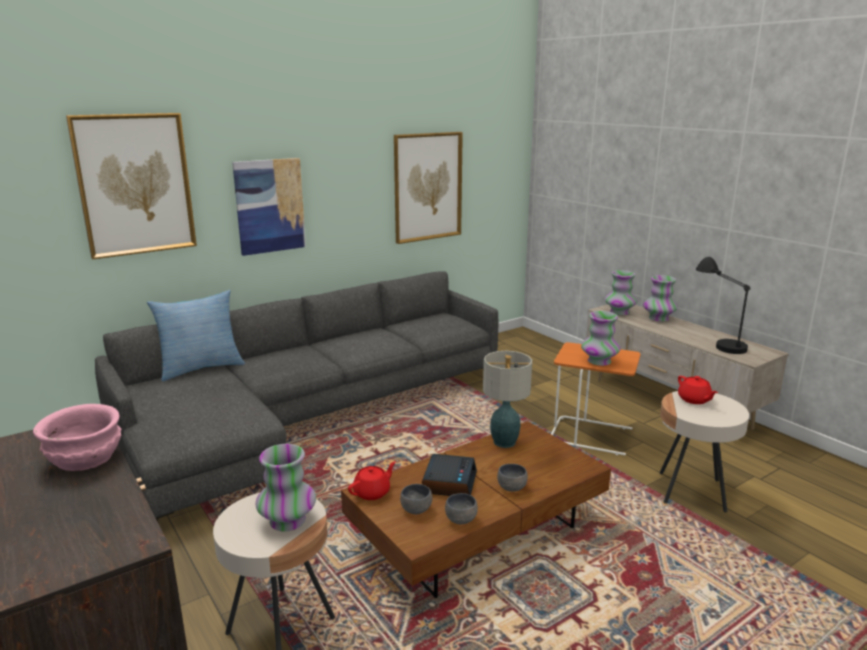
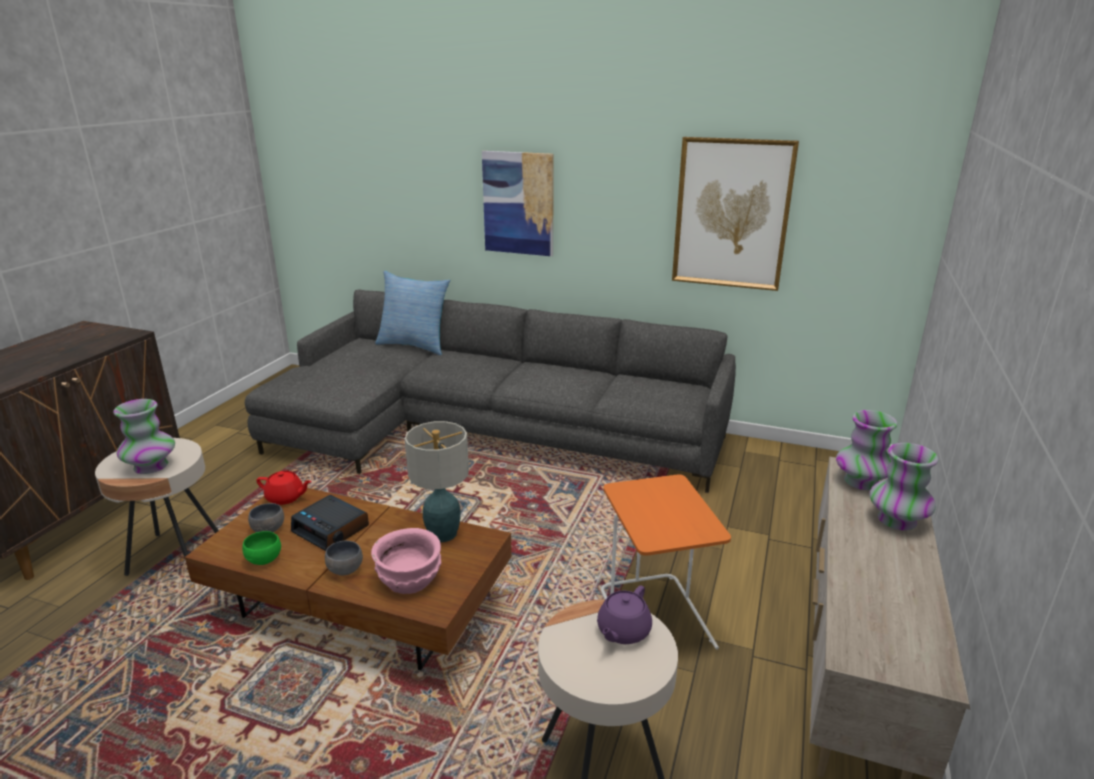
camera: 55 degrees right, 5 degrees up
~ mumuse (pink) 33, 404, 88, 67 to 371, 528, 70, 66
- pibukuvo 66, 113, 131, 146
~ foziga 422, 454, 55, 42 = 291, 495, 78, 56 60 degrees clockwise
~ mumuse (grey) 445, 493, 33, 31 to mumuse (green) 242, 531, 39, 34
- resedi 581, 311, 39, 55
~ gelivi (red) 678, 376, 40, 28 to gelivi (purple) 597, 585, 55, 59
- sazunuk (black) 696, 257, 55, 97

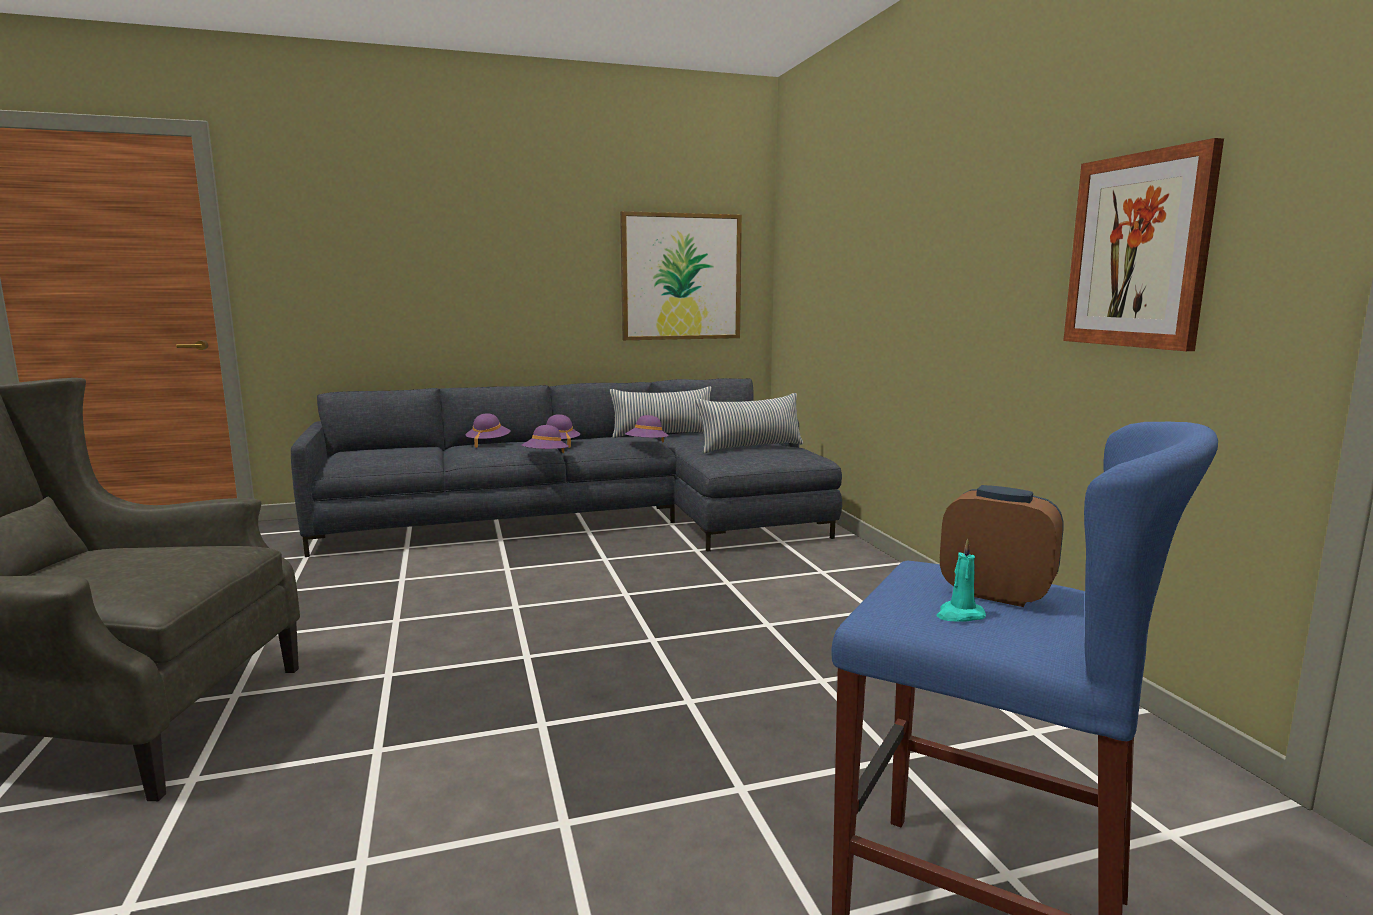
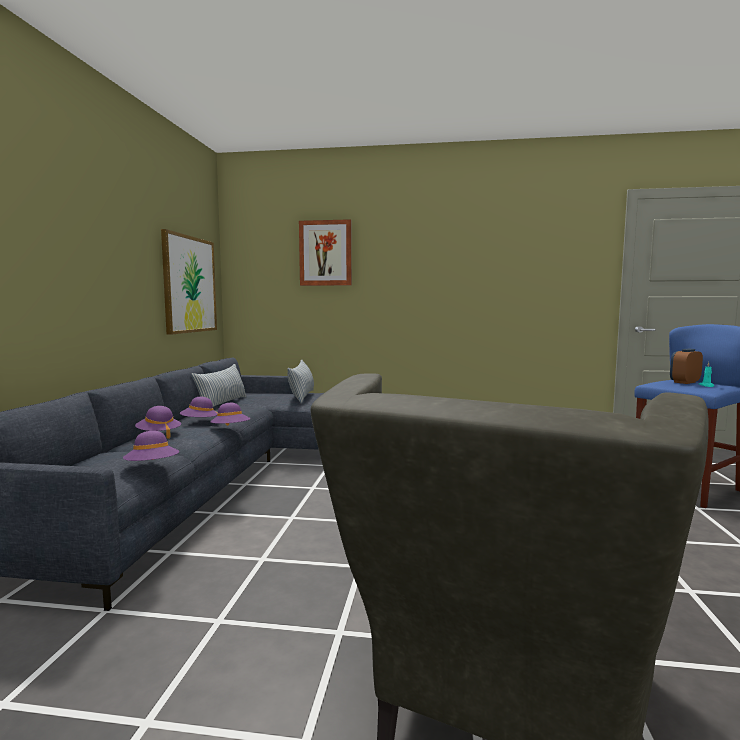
camera: 65 degrees left, 5 degrees down
~ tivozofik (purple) 625, 415, 44, 28 to 123, 431, 56, 30
~ pibukuvo 1063, 138, 161, 213 to 299, 219, 53, 67

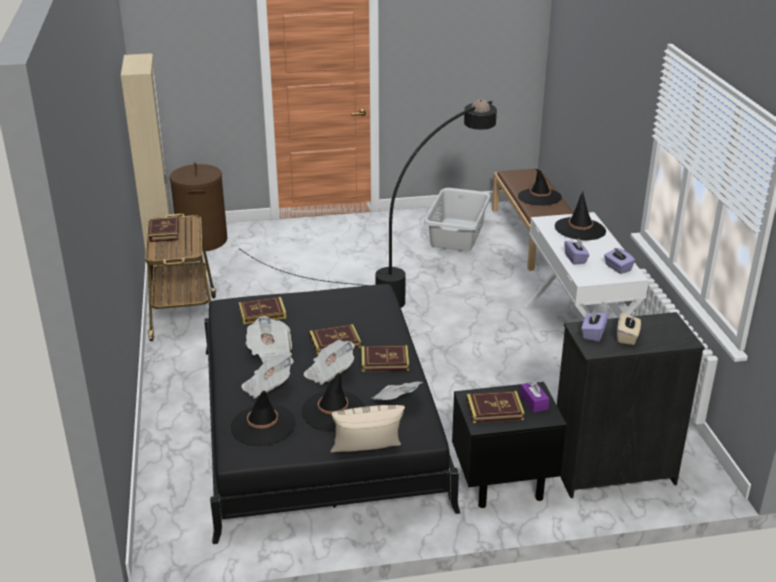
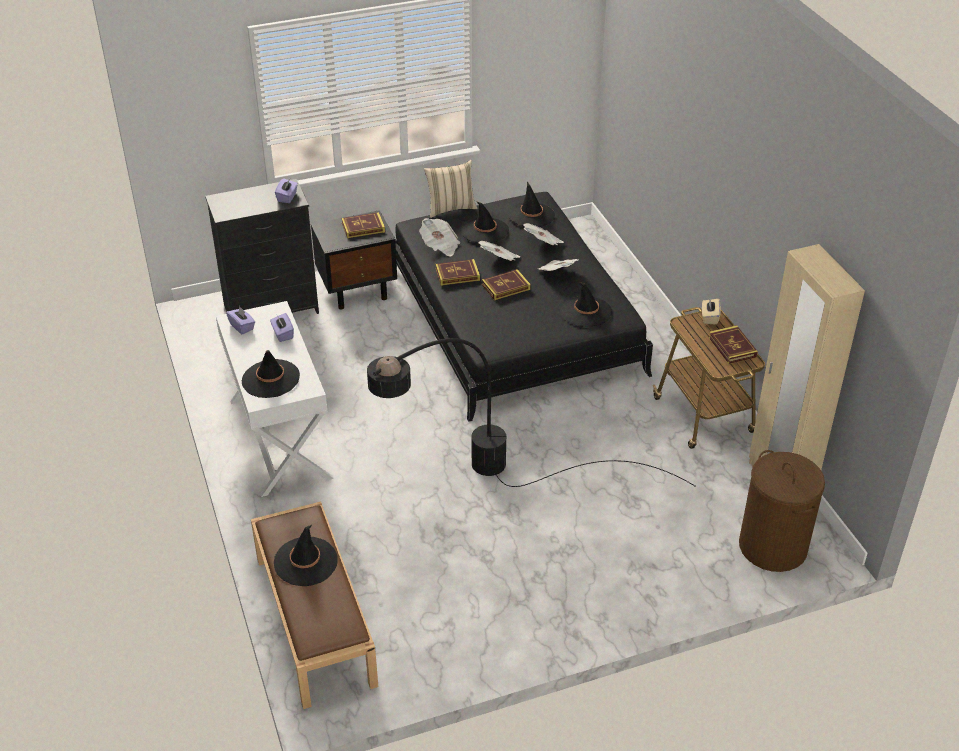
camera: 170 degrees right, 10 degrees up
~ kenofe 238, 297, 49, 27 to tivozofik (black) 560, 282, 52, 45
- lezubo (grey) 424, 188, 67, 63
- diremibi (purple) 520, 380, 29, 33
~ diremibi (beige) 617, 313, 24, 32 to 702, 299, 19, 26

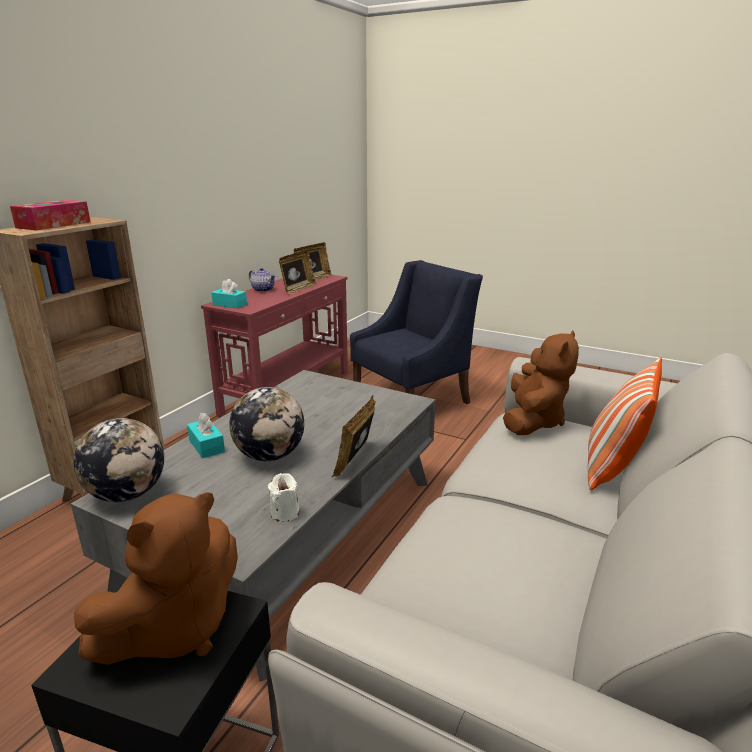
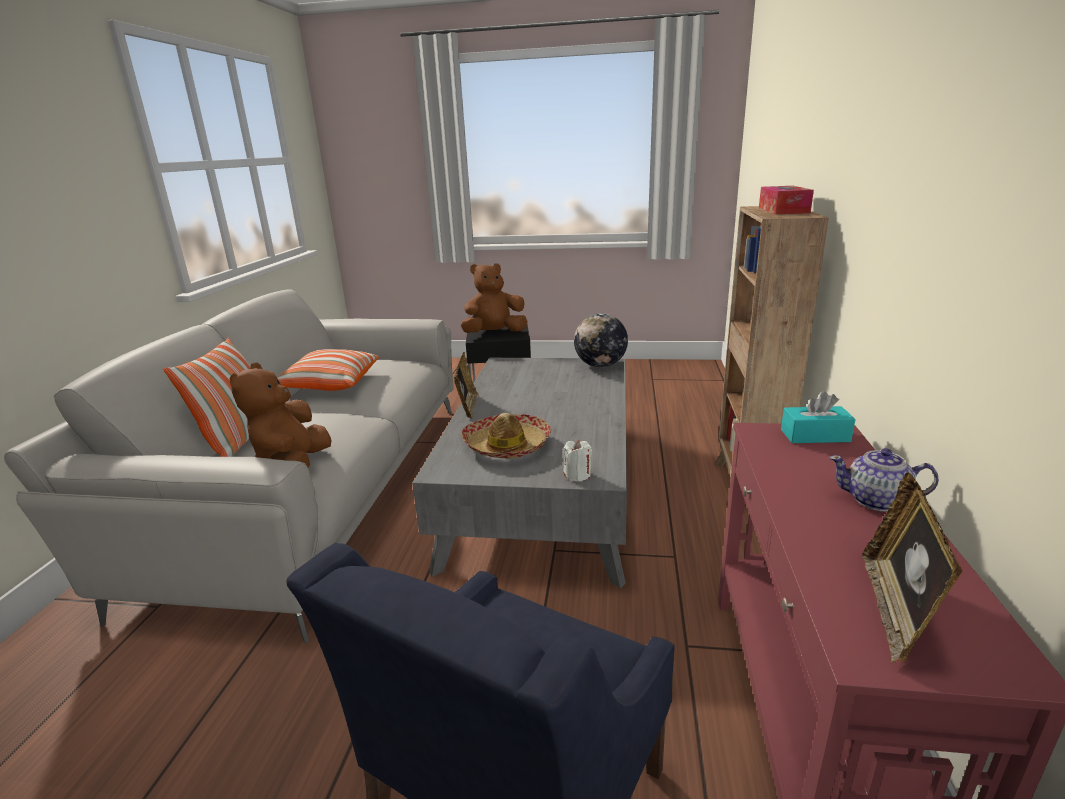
camera: 160 degrees right, 0 degrees up
~ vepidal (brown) 74, 492, 164, 173 = 461, 263, 67, 70 45 degrees clockwise
- diremibi (turquoise) 187, 413, 38, 45
- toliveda 229, 387, 75, 74
~ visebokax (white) 268, 473, 31, 49 to 563, 440, 29, 42
- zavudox 279, 250, 37, 44
+ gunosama 277, 349, 102, 42
+ tivozofik 461, 413, 91, 45

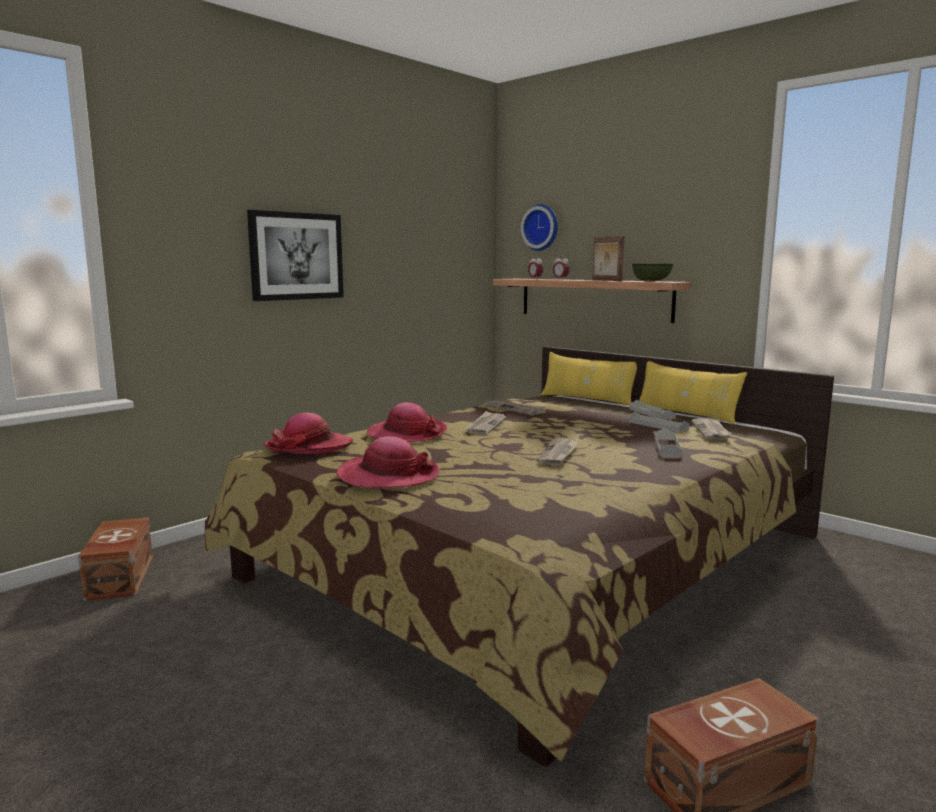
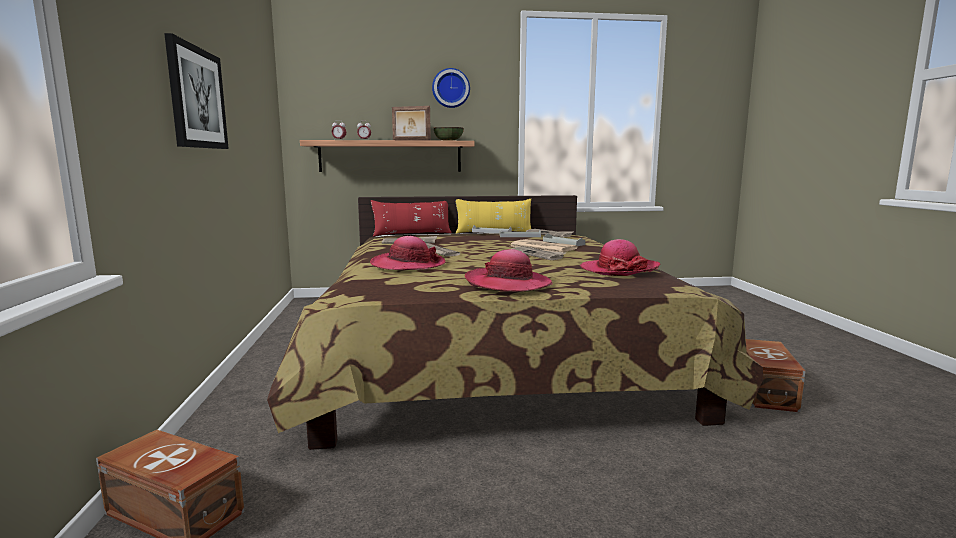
camera: 50 degrees left, 0 degrees up
~ tivozofik 264, 413, 89, 41 to 580, 239, 80, 37
~ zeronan 521, 204, 37, 47 to 432, 68, 38, 40
~ gunosama (yellow) 541, 352, 96, 54 to gunosama (red) 371, 200, 80, 37
+ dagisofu 511, 239, 67, 13

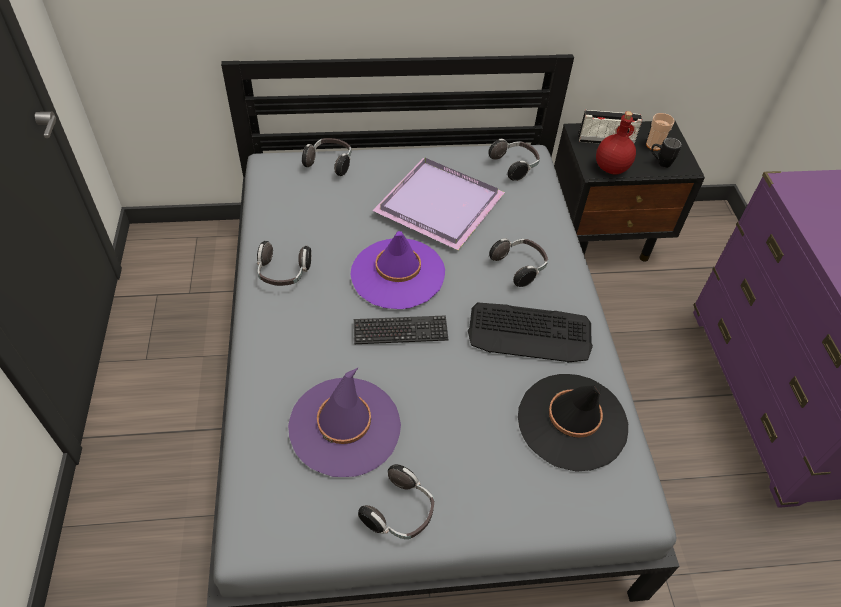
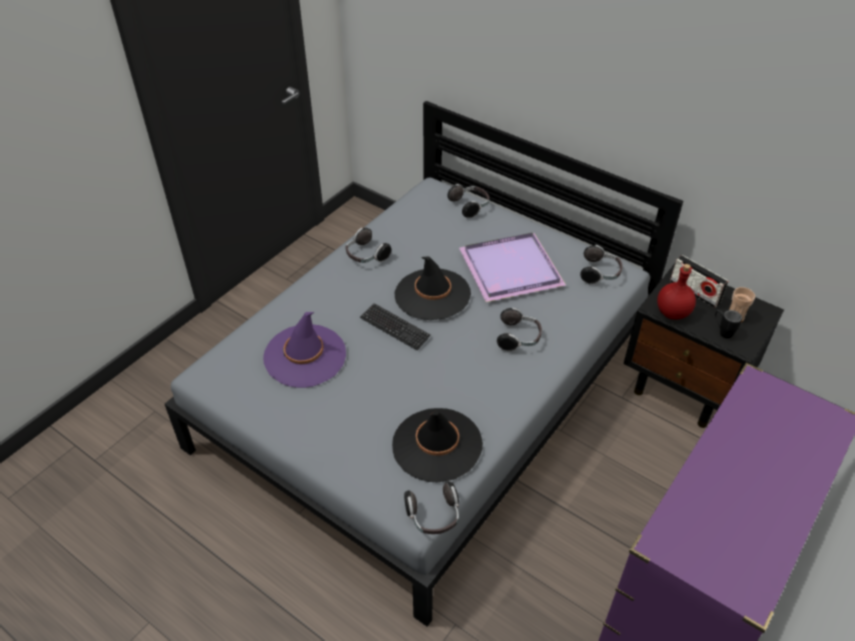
camera: 45 degrees right, 5 degrees down
~ tivozofik (purple) 350, 231, 95, 78 to tivozofik (black) 395, 256, 76, 64
~ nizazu 358, 464, 76, 75 to 404, 481, 55, 53
- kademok 468, 303, 125, 59

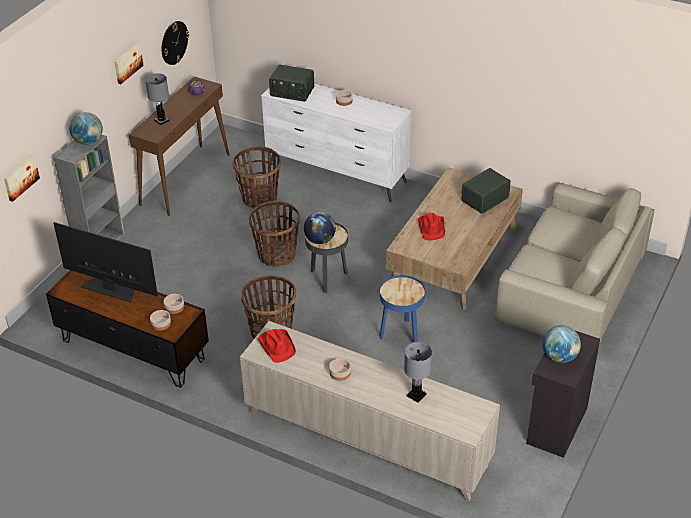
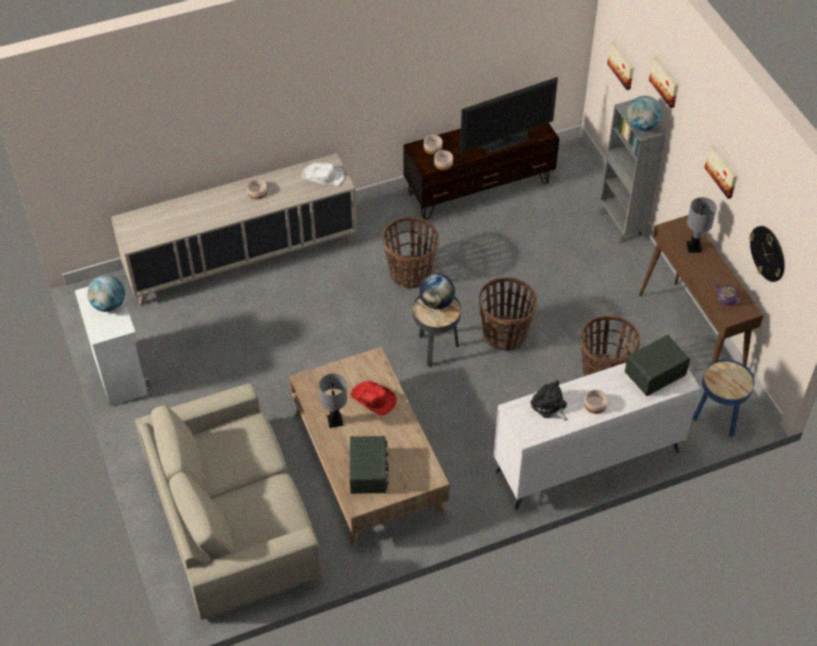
camera: 130 degrees right, 10 degrees up
~ tivozofik (red) 257, 329, 39, 34 to tivozofik (white) 302, 163, 42, 23
~ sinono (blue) 379, 275, 46, 67 to 693, 359, 61, 78
~ sazunuk (grey) 404, 342, 28, 61 to 319, 374, 28, 54
~ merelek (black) 527, 331, 73, 127 to merelek (white) 75, 287, 76, 119
+ vepidal 530, 380, 38, 41
+ pibukuvo 649, 57, 30, 51

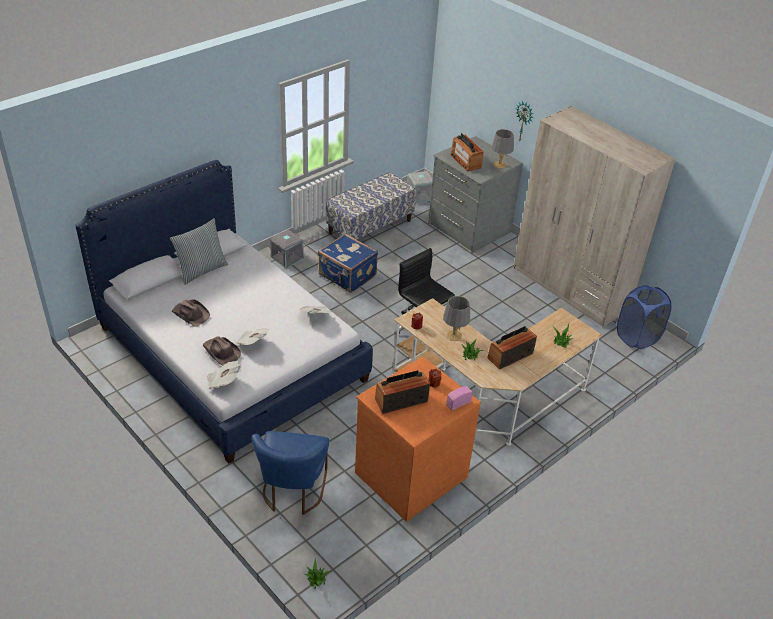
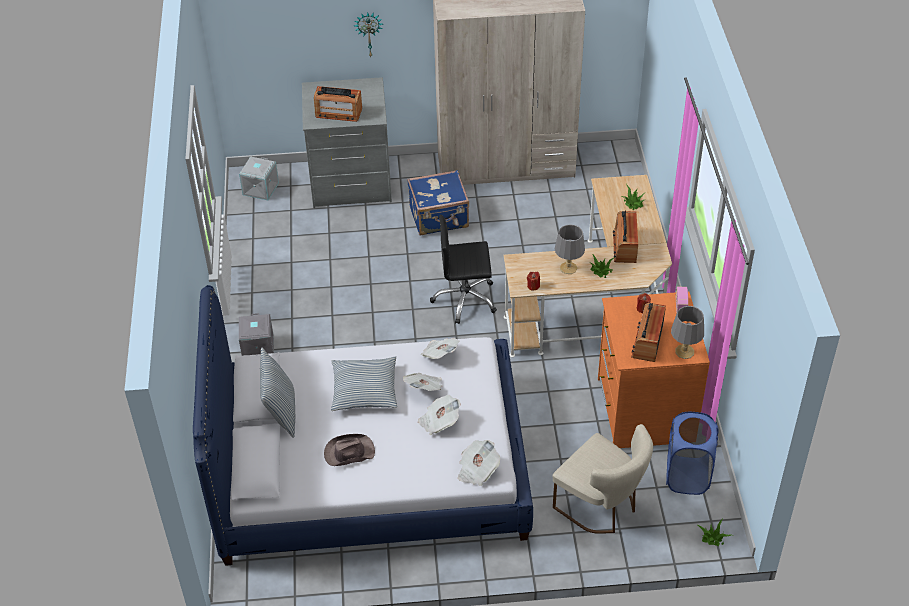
camera: 50 degrees left, 5 degrees up
- tivozofik (brown) 202, 336, 39, 30
~ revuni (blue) 251, 431, 78, 84 to revuni (beige) 553, 424, 100, 110
~ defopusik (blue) 318, 233, 60, 60 to 407, 170, 62, 66
- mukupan 326, 172, 90, 67
~ sazunuk (grey) 491, 129, 23, 40 to 671, 306, 33, 53
~ lezubo (blue) 617, 285, 54, 64 to 666, 412, 52, 83
+ gunosama 331, 356, 66, 55
+ dagisofu 403, 373, 39, 18

